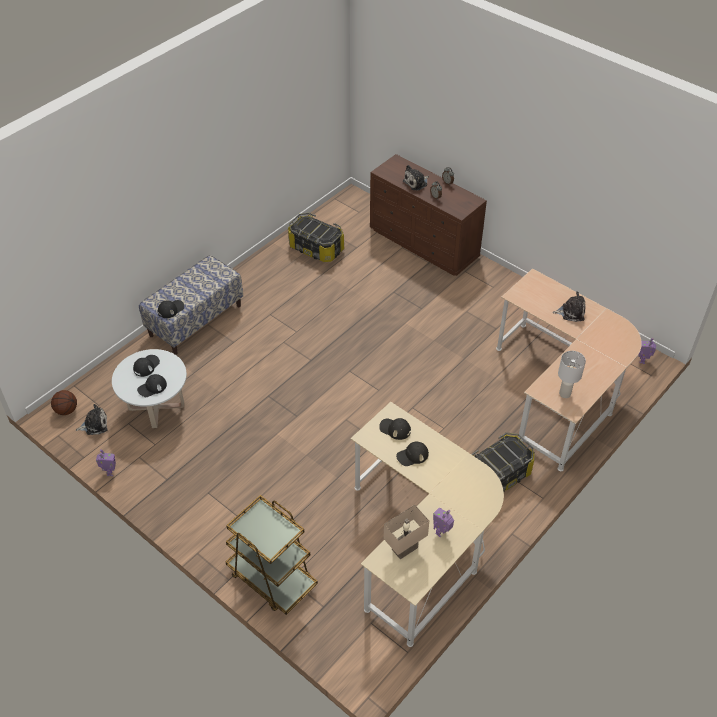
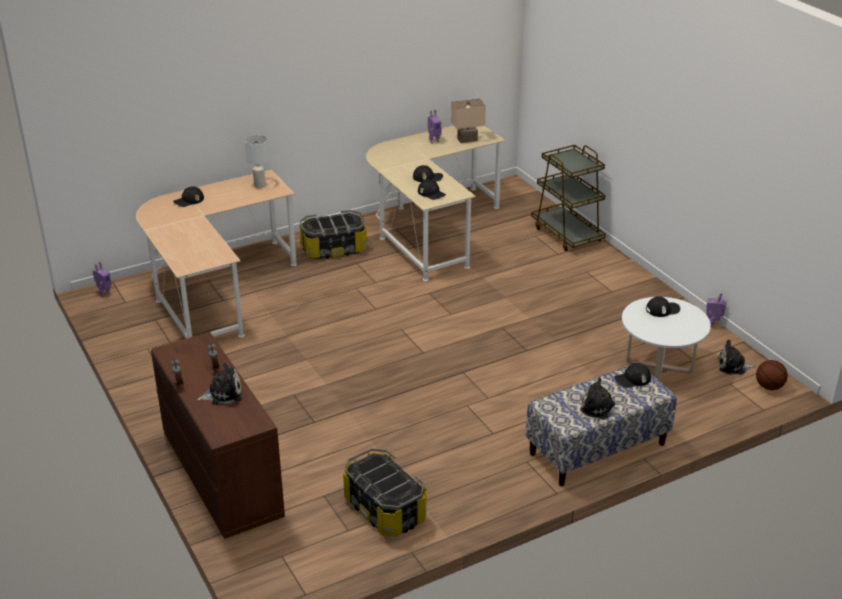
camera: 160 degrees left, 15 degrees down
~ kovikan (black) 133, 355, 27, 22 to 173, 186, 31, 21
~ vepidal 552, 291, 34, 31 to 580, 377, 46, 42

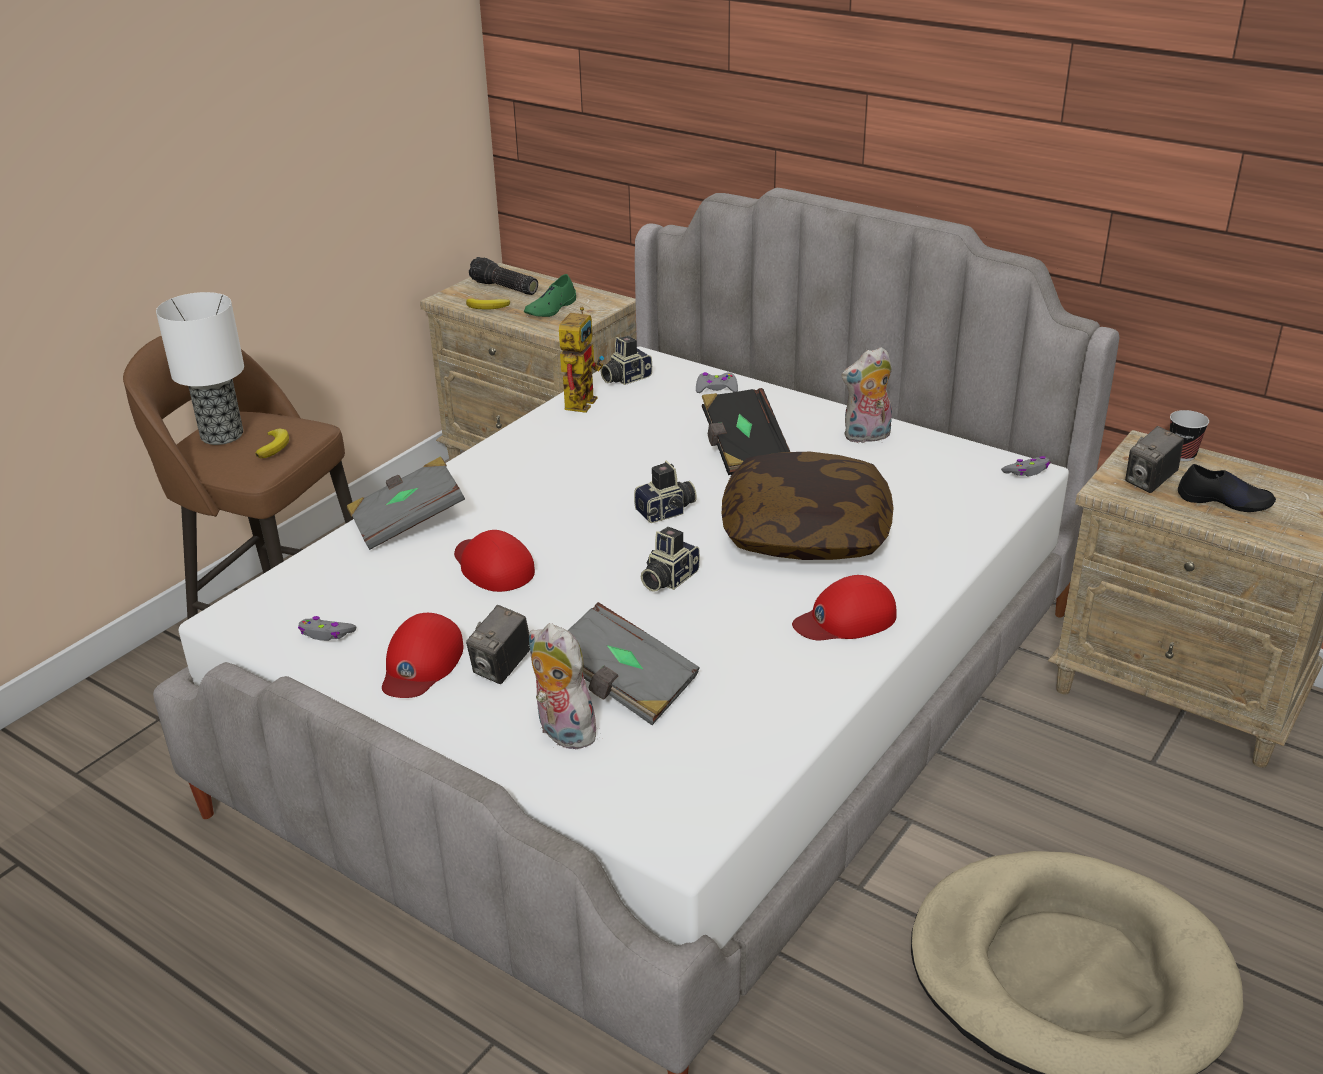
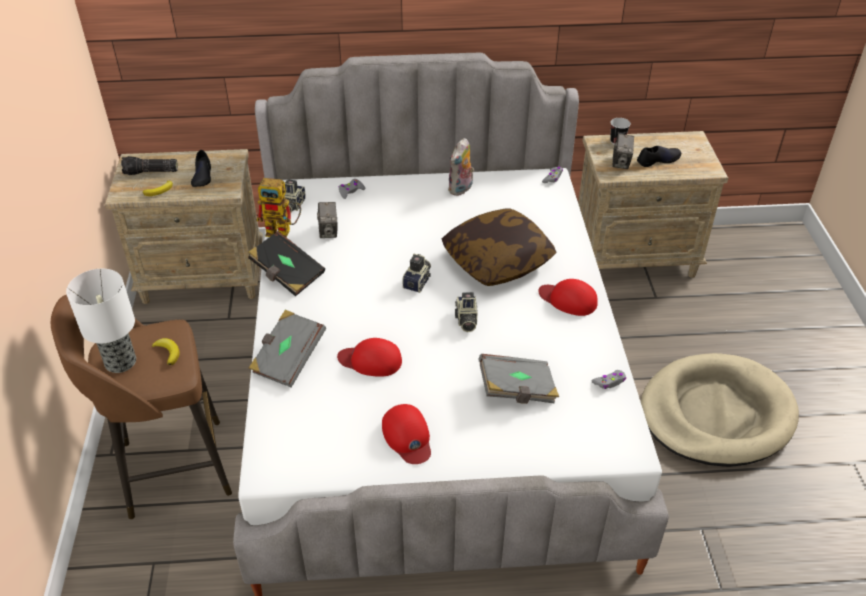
camera: 40 degrees left, 10 degrees up
~ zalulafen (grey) 298, 616, 58, 25 to 592, 370, 34, 19
~ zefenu 466, 605, 64, 79 to 317, 202, 21, 36
~ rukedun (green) 524, 274, 52, 43 to rukedun (black) 191, 150, 20, 37
- vepidal 529, 623, 67, 126
~ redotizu 559, 306, 45, 107 = 257, 178, 44, 60 120 degrees clockwise
~ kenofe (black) 702, 388, 88, 87 to 248, 231, 77, 65
~ kovikan (red) 792, 575, 105, 65 = 539, 279, 59, 37 90 degrees clockwise

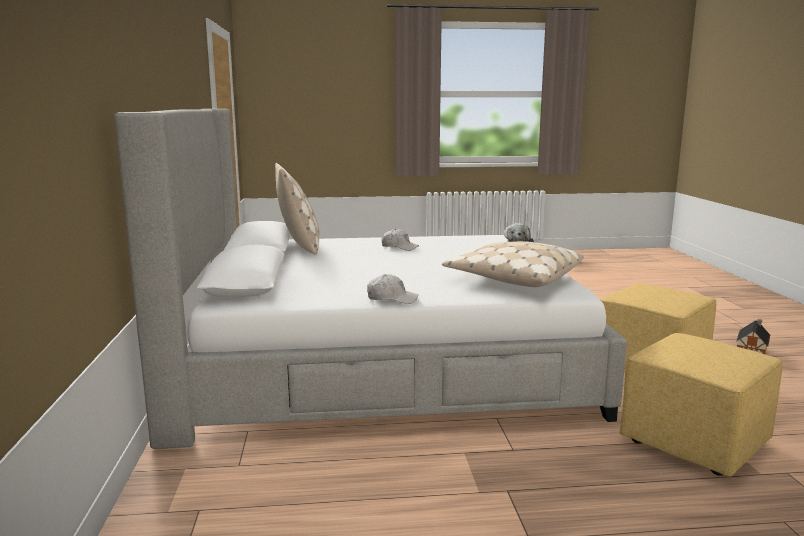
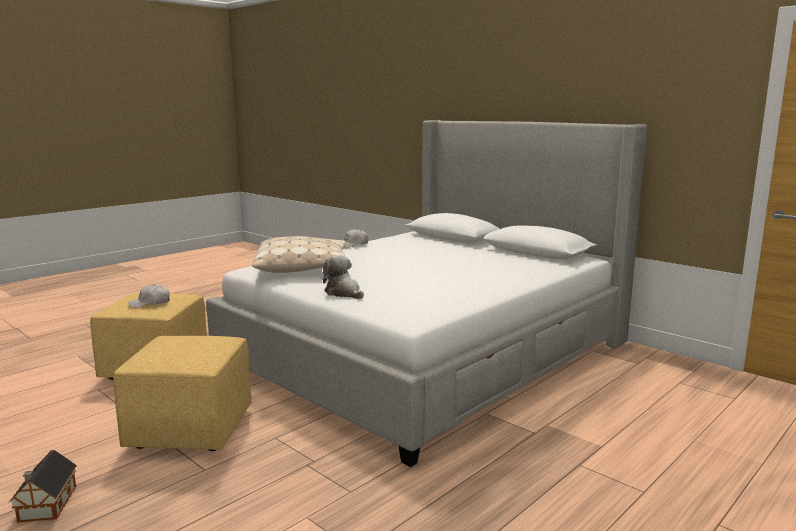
camera: 140 degrees right, 0 degrees up
- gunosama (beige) 275, 163, 45, 92
~ kovikan (white) 381, 229, 38, 22 to 128, 284, 42, 24

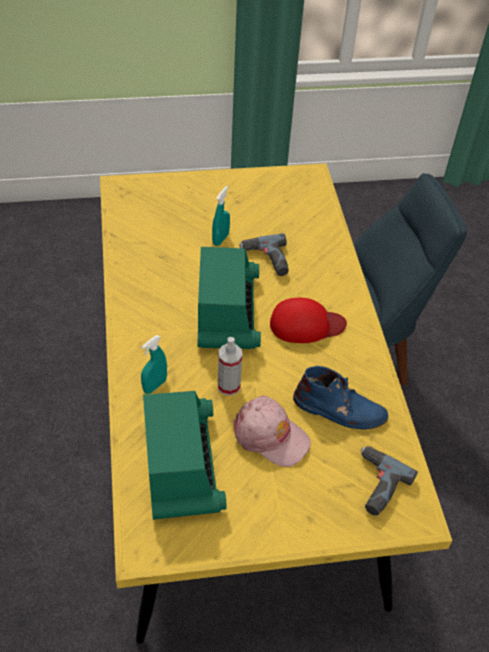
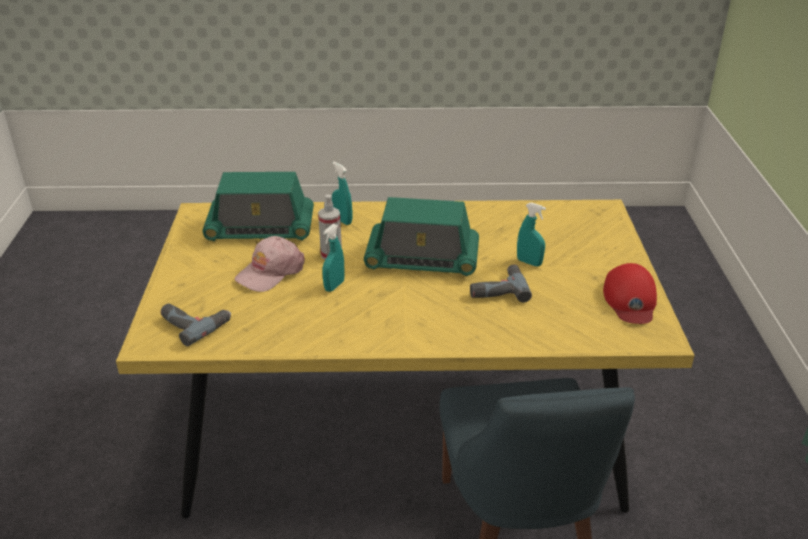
camera: 100 degrees right, 15 degrees down
~ kovikan (red) 270, 298, 77, 45 to 603, 263, 54, 61
- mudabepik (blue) 293, 366, 95, 64
+ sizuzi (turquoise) 322, 224, 23, 68

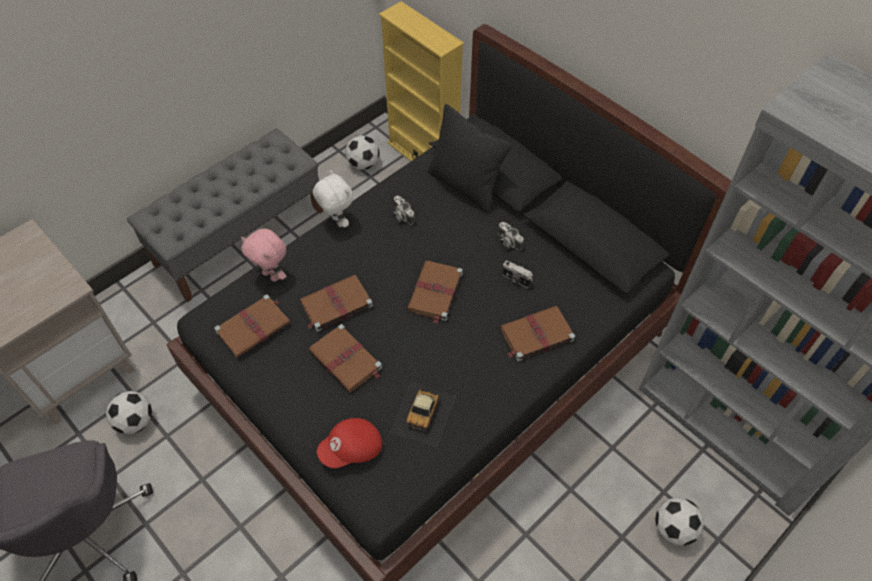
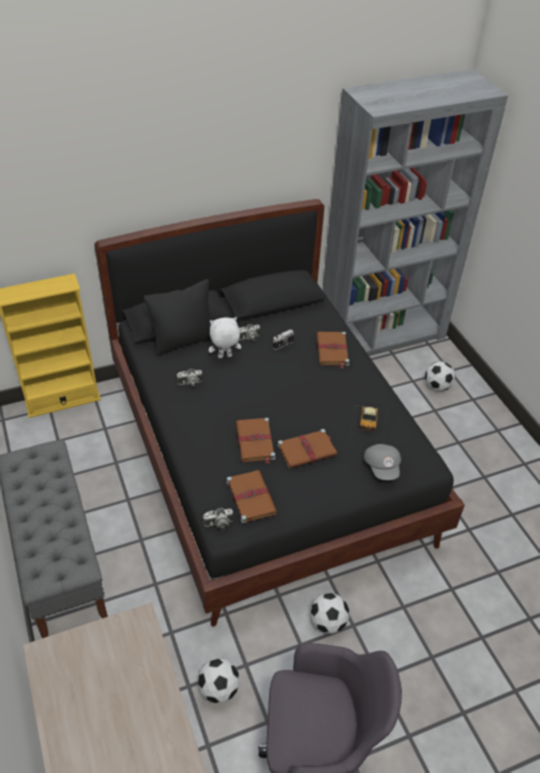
camera: 70 degrees left, 10 degrees down
- vepidal (pink) 241, 229, 45, 53
~ vepidal (white) 313, 170, 40, 58 to 209, 317, 32, 41
~ kovikan (red) 317, 418, 65, 50 to kovikan (grey) 364, 444, 37, 36
~ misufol 345, 135, 35, 35 to 310, 593, 39, 41
~ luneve 390, 382, 66, 66 = 349, 405, 39, 37 60 degrees clockwise
- kenofe (brown) 407, 261, 56, 63
+ zefenu 203, 508, 30, 22

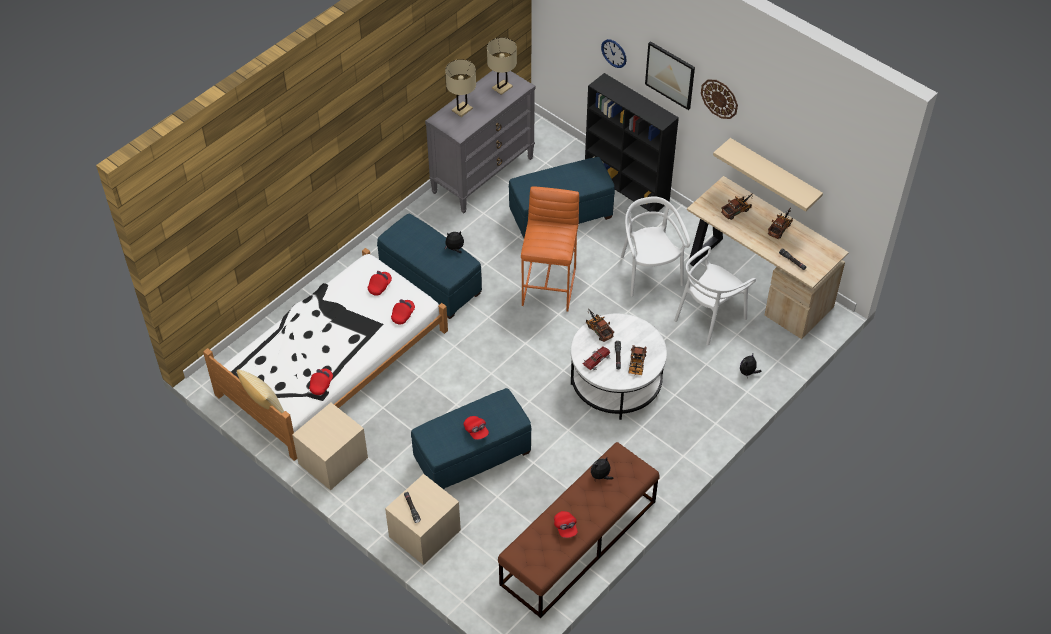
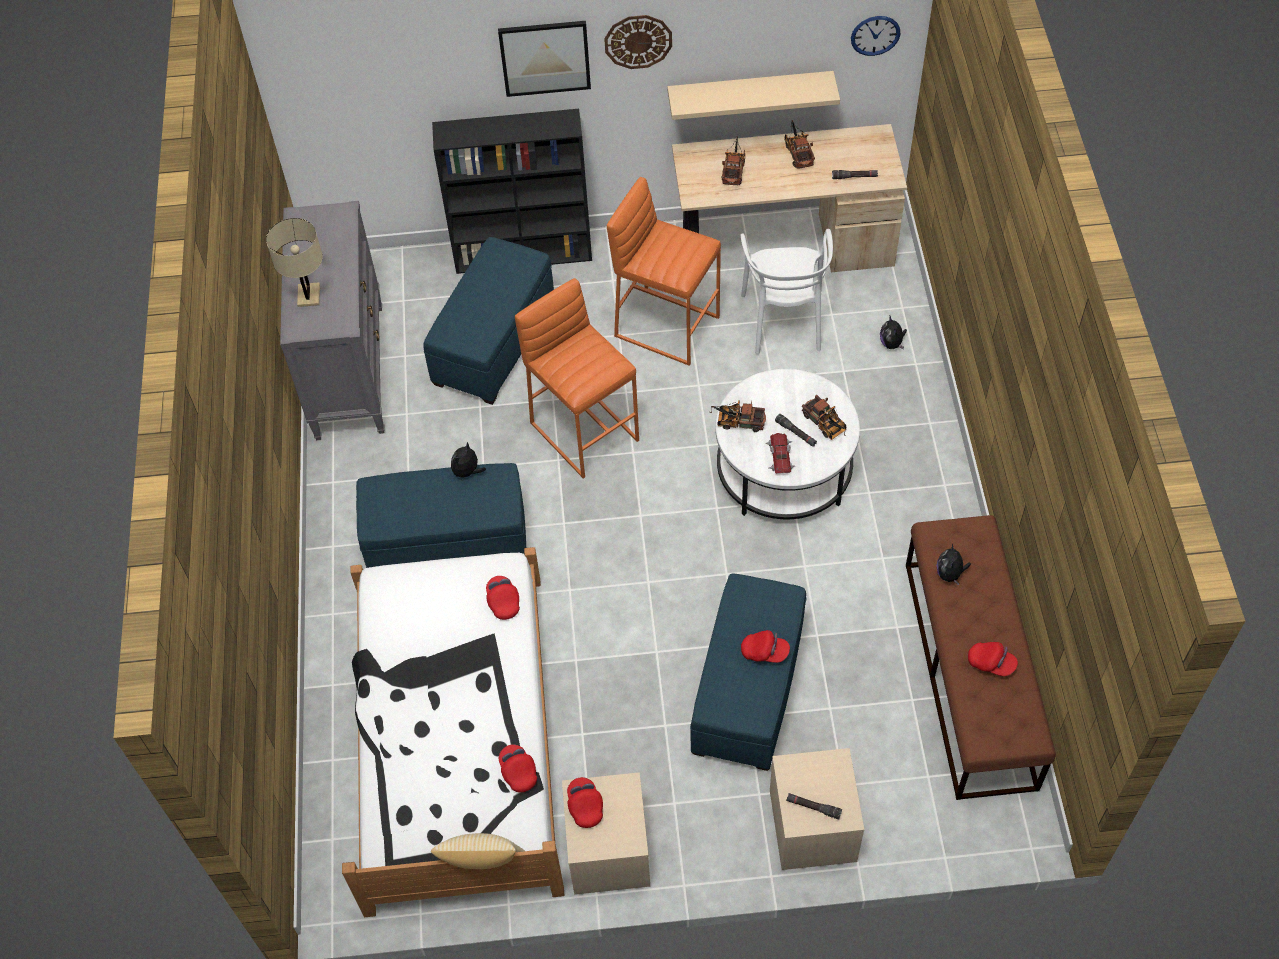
camera: 45 degrees left, 5 degrees up
~ kovikan (red) 368, 271, 24, 25 to 567, 777, 36, 51
- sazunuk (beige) 487, 37, 30, 58
~ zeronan 601, 39, 26, 29 to 851, 16, 50, 40
~ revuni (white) 621, 196, 69, 101 to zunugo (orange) 607, 177, 114, 189

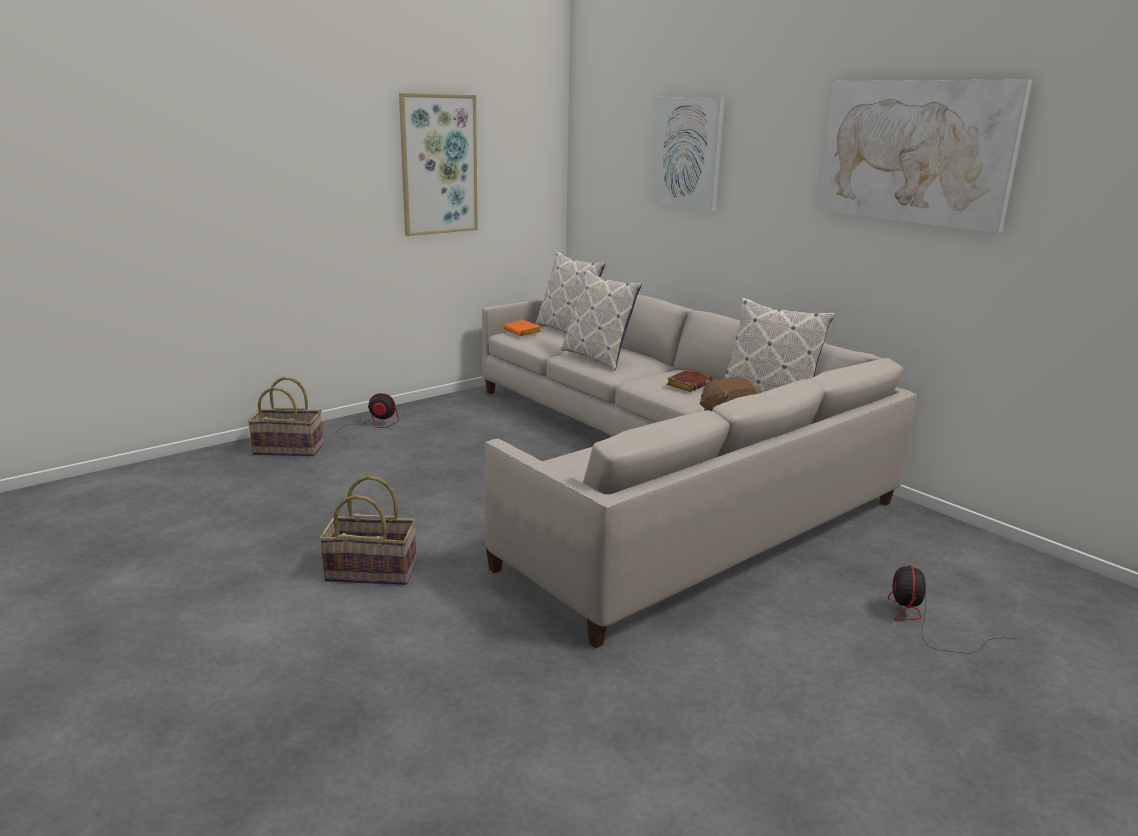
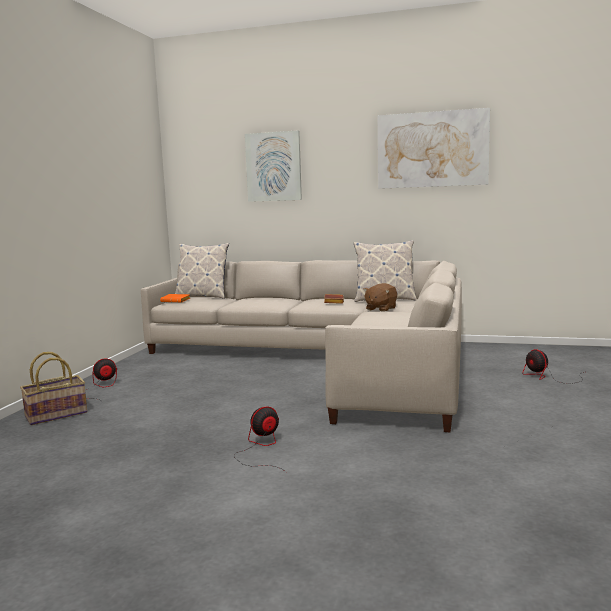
camera: 35 degrees left, 10 degrees down
~ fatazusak 319, 475, 98, 110 to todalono 234, 406, 52, 66
- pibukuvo 399, 93, 79, 143
- gunosama 561, 269, 81, 102

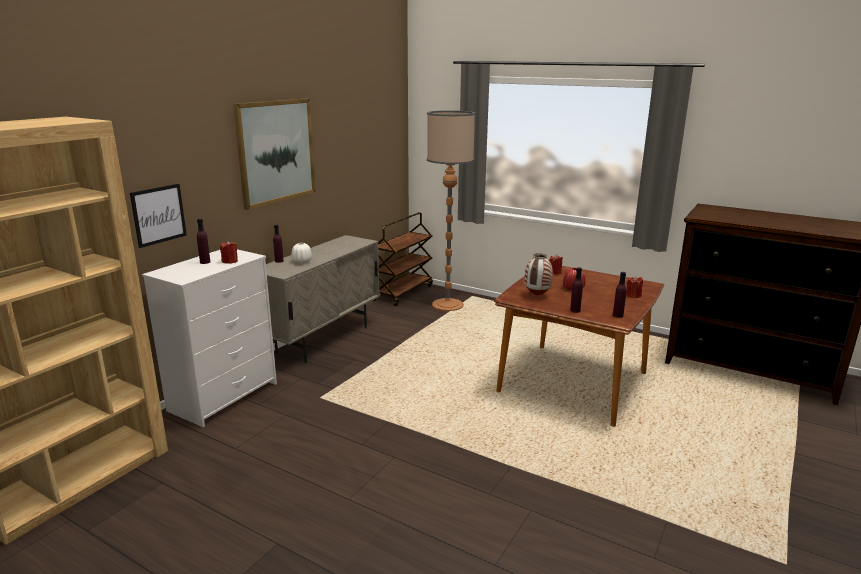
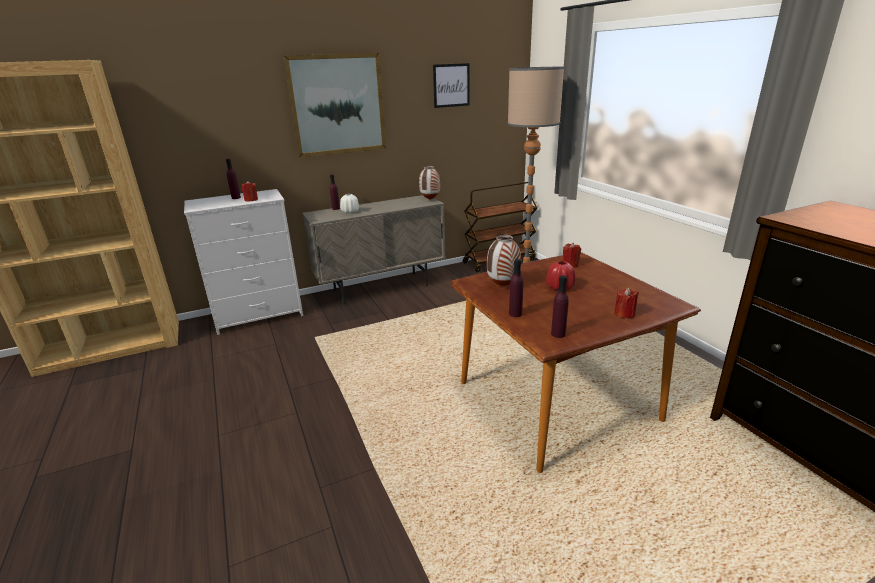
camera: 35 degrees right, 5 degrees up
~ pibukuvo 130, 184, 57, 64 to 433, 63, 37, 45
+ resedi 419, 166, 21, 34

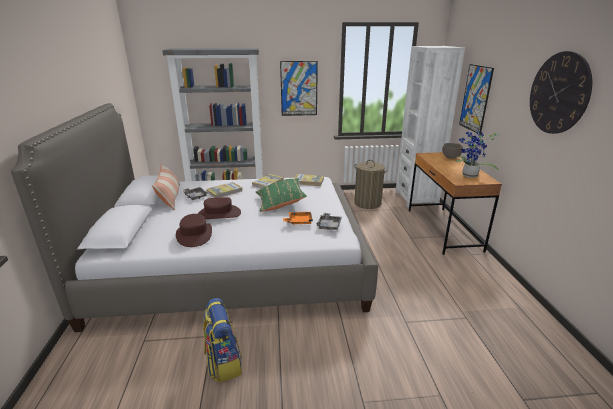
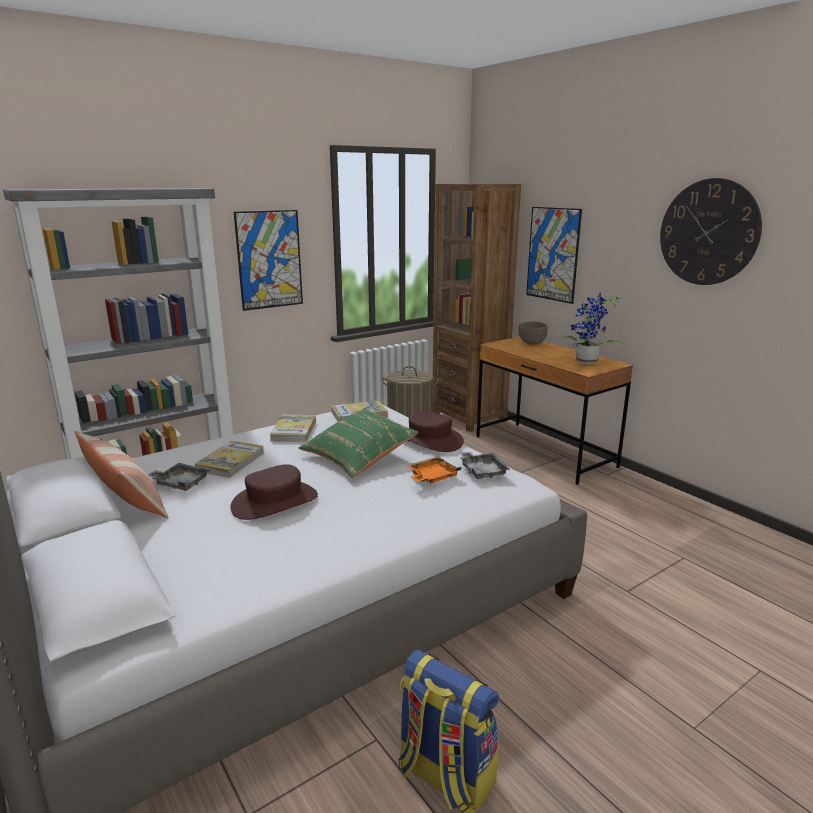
camera: 30 degrees left, 5 degrees down
~ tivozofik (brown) 176, 214, 36, 33 to 407, 411, 57, 41
~ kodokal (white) 395, 46, 70, 161 to kodokal (brown) 433, 184, 88, 248

